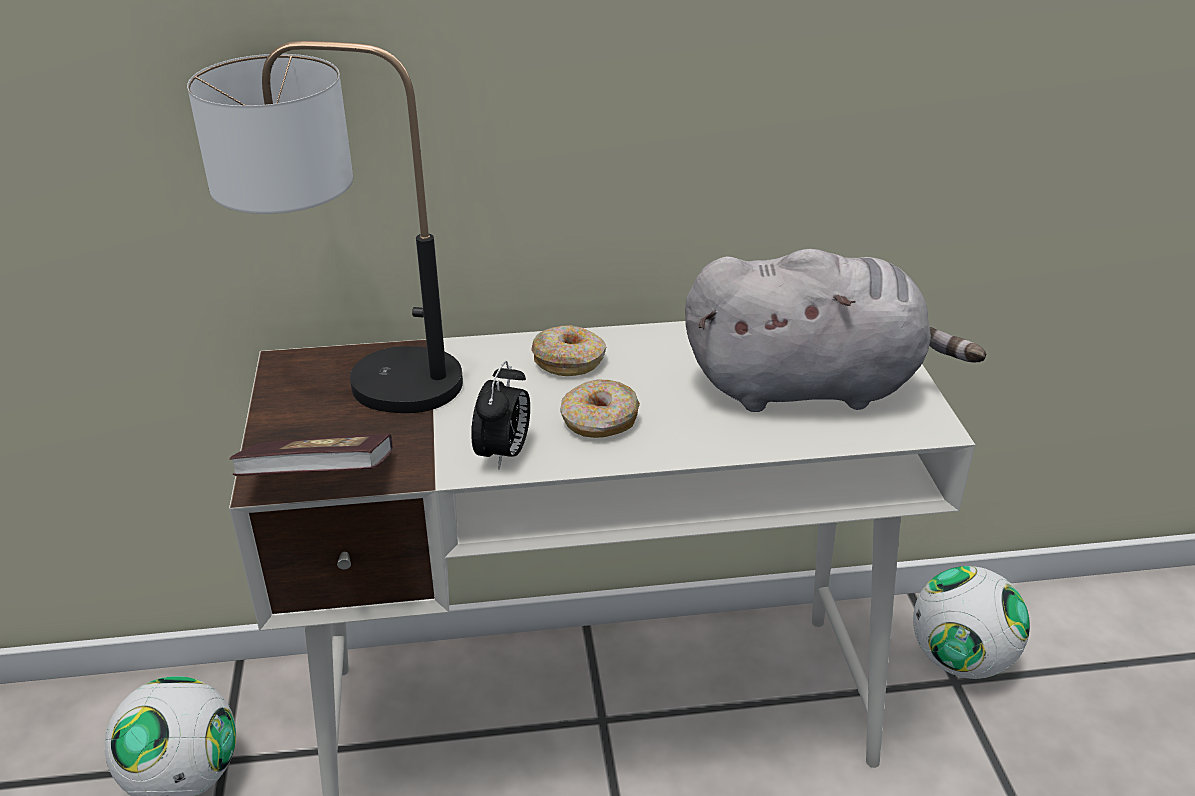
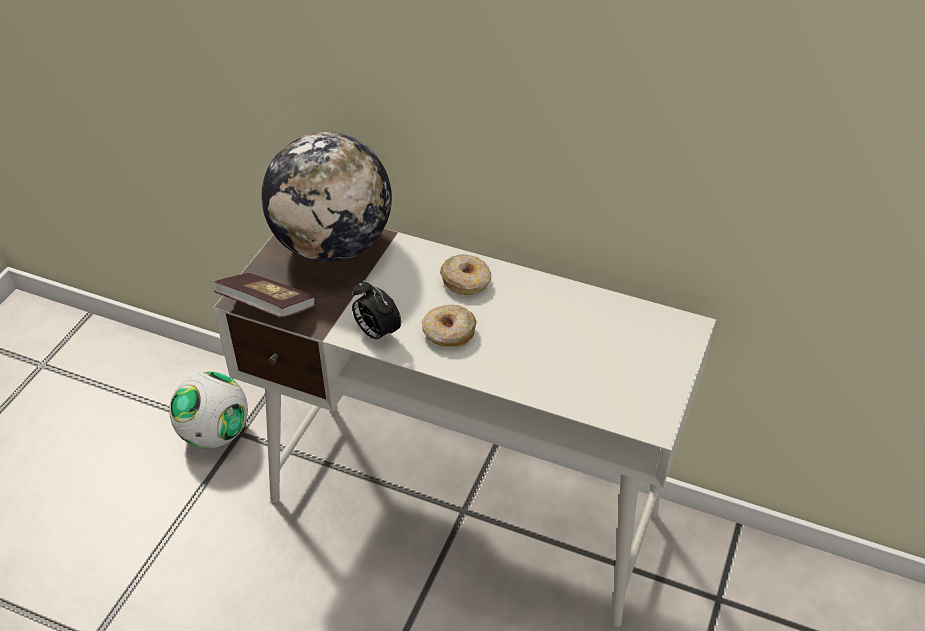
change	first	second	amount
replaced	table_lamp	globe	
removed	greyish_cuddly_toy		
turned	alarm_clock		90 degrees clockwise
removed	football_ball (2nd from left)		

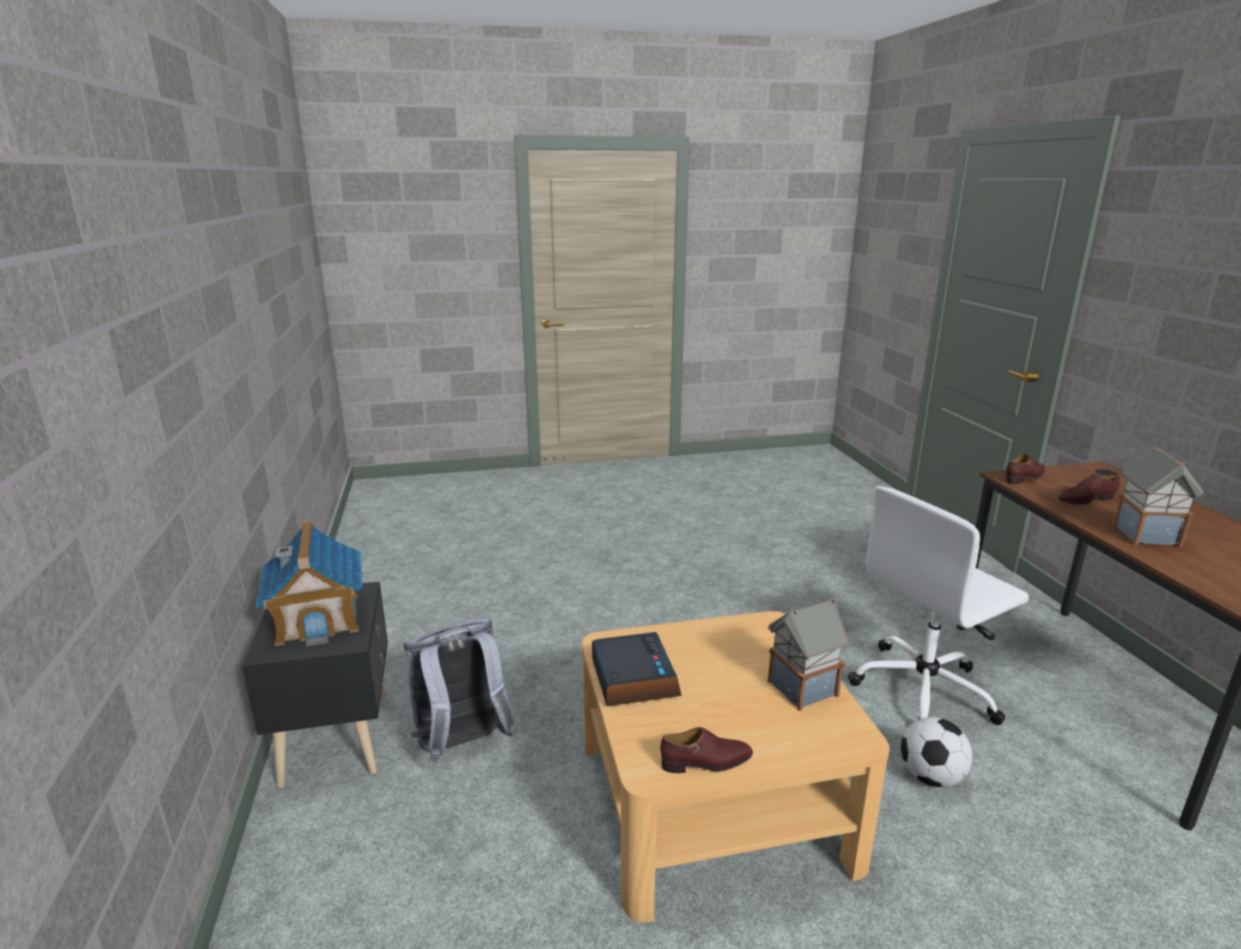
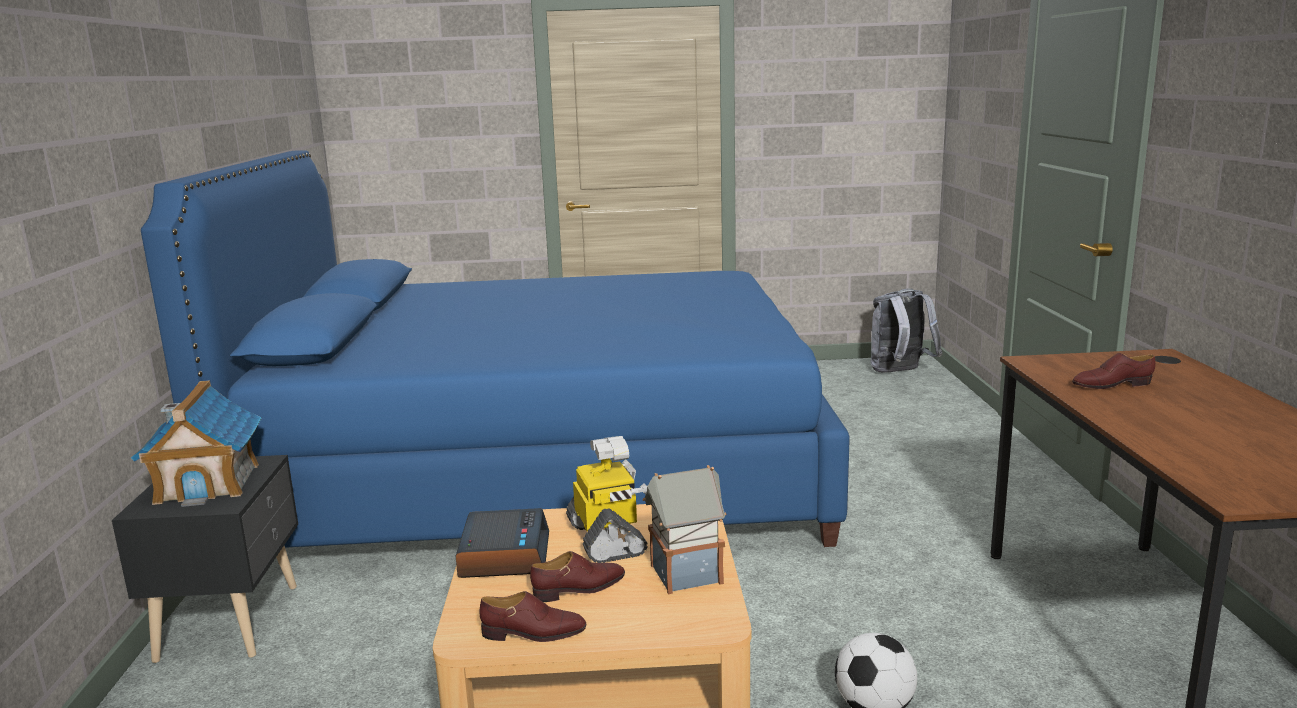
change	first	second	amount
removed	toy_house (3rd from left)		
moved	brown_low_shoe (2nd from left)		
removed	white_office_chair		
moved	greyish_rucksack		
added		bluish_bedroom_bed	
added		robot_figure	

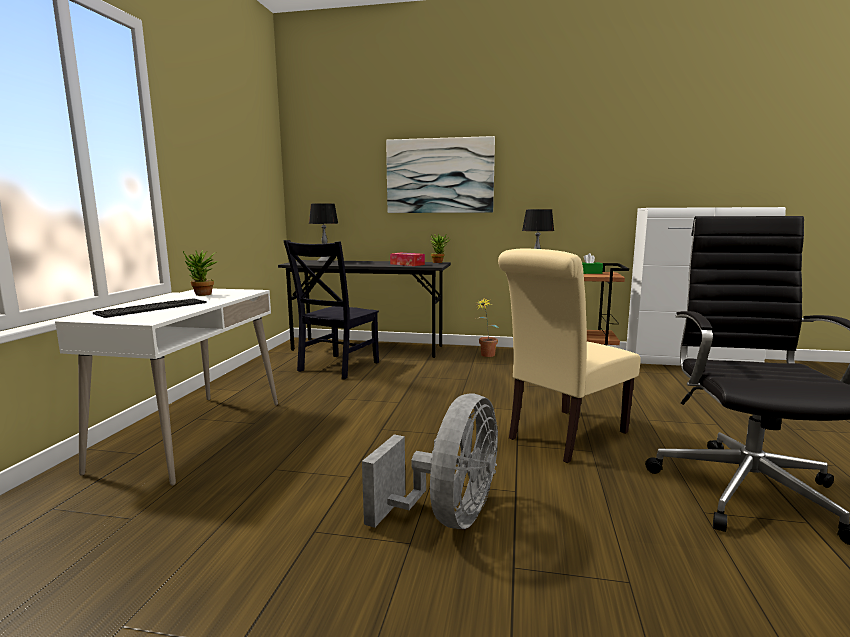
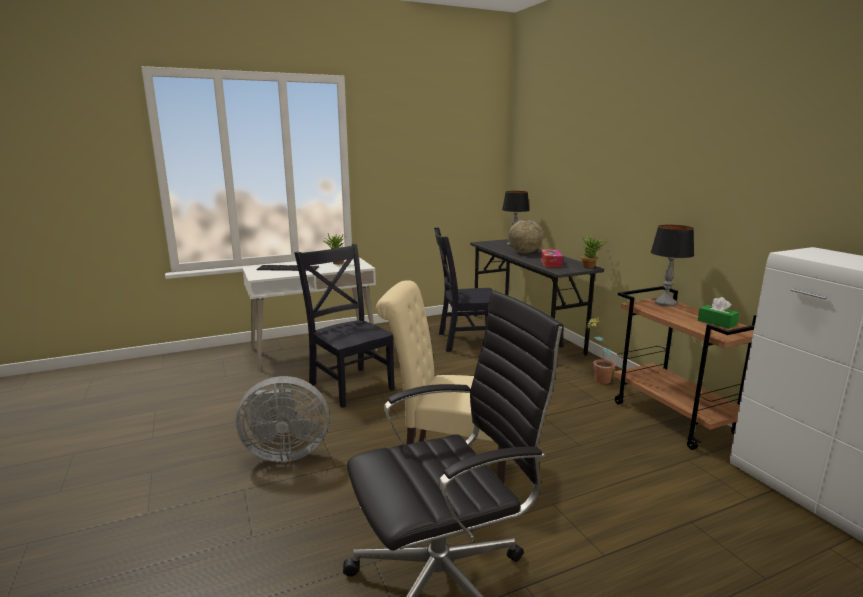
change	first	second	amount
removed	wall_picture		
added		globe	
added		black_plain_chair (1st from left)	

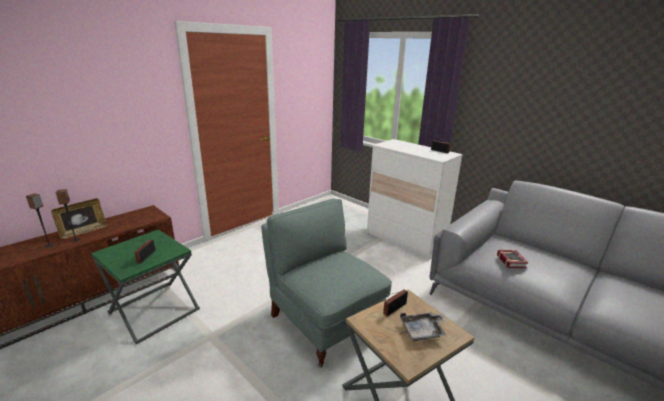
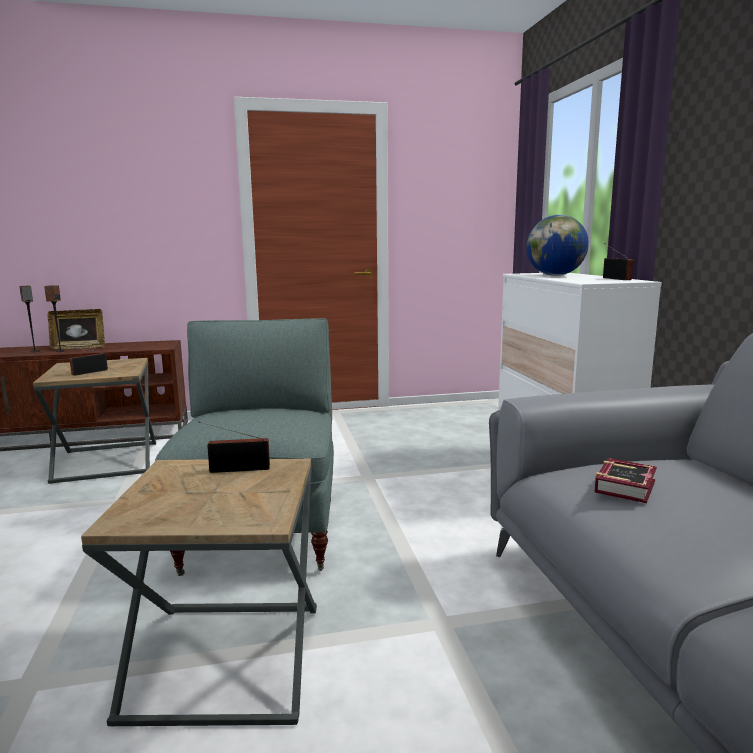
change	first	second	amount
recoloured	green_accent_table	brown_accent_table (1st from left)	
removed	greyish_tray		
added		globe	

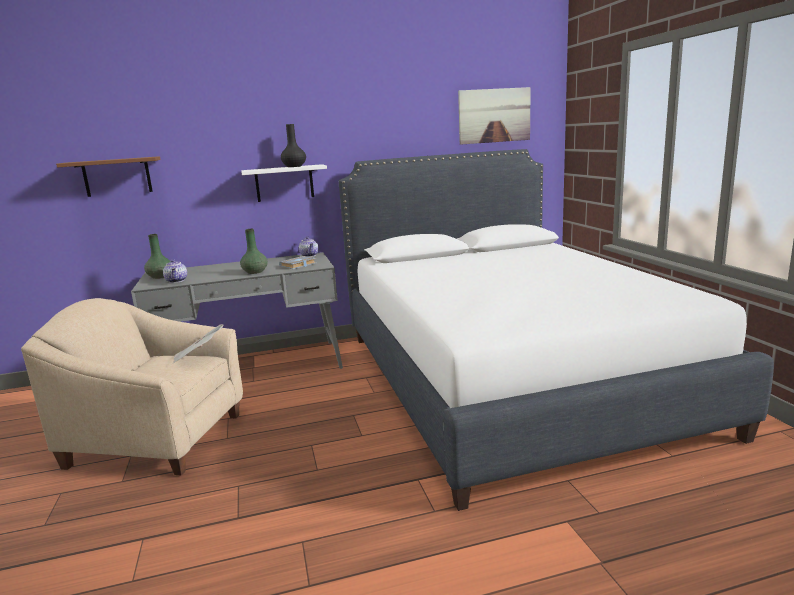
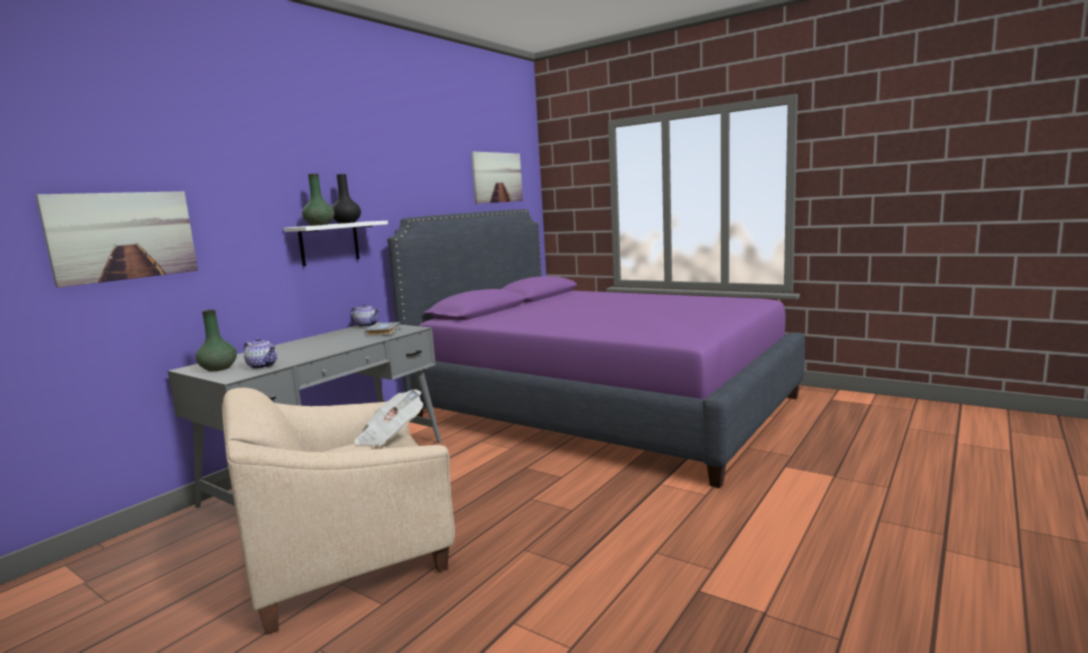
change	first	second	amount
recoloured	white_bedroom_bed	purple-coloured_bedroom_bed	
replaced	brown_bracket_shelf	wall_picture (1st from left)	
moved	green_decorative_vase (2nd from left)		

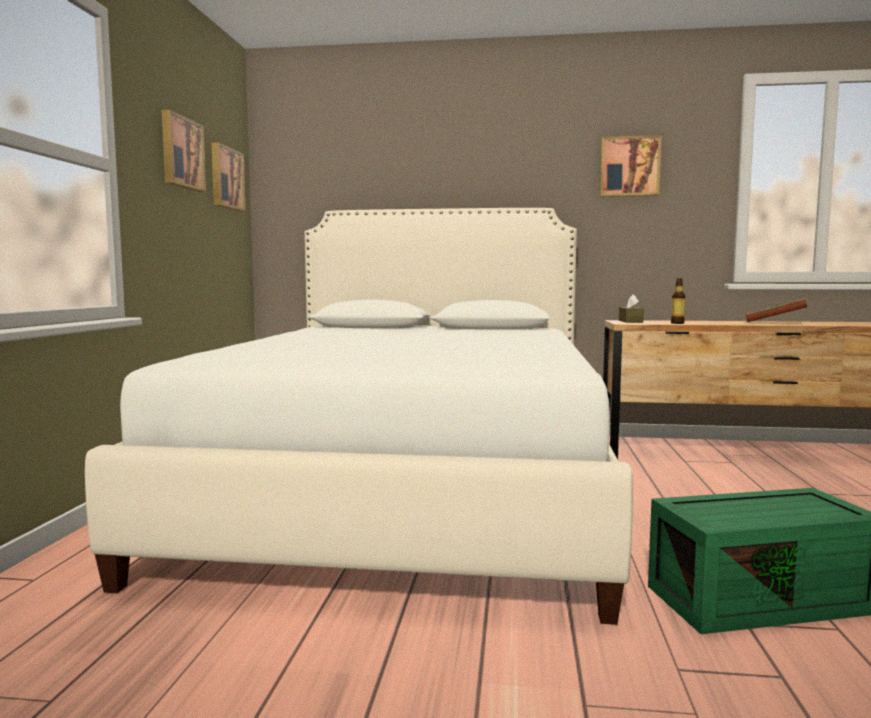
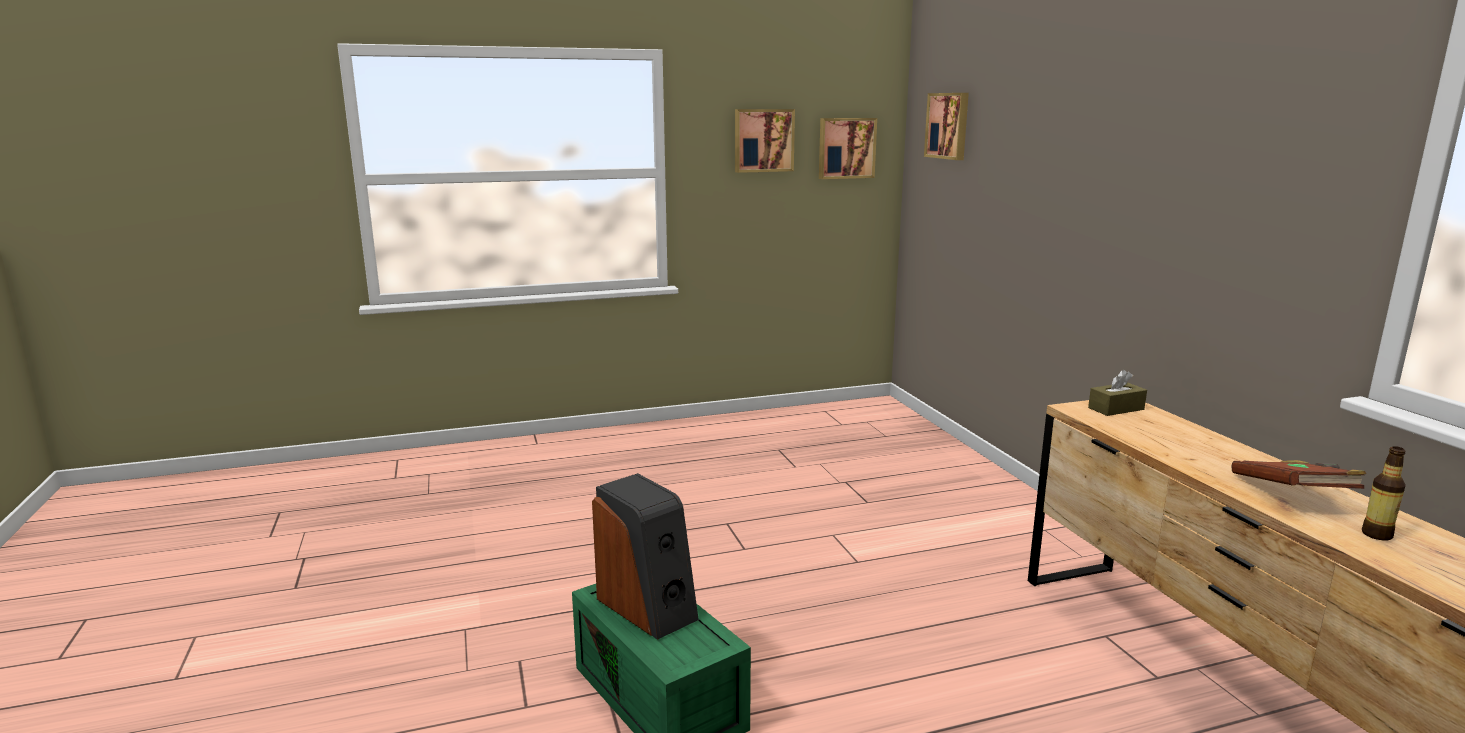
change	first	second	amount
moved	wall_picture (3rd from left)		
removed	white_bedroom_bed		
moved	beverage_bottle		
added		loudspeaker	

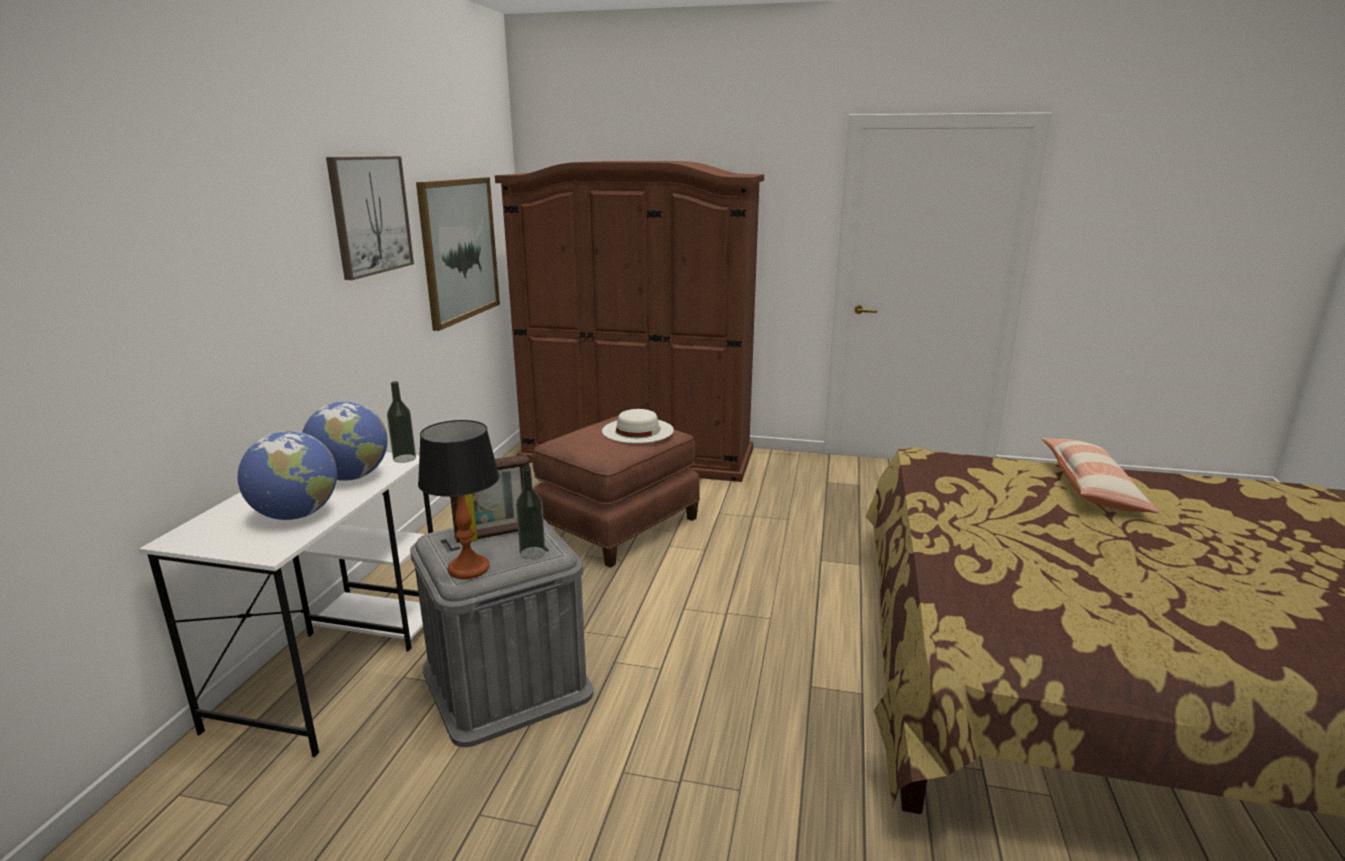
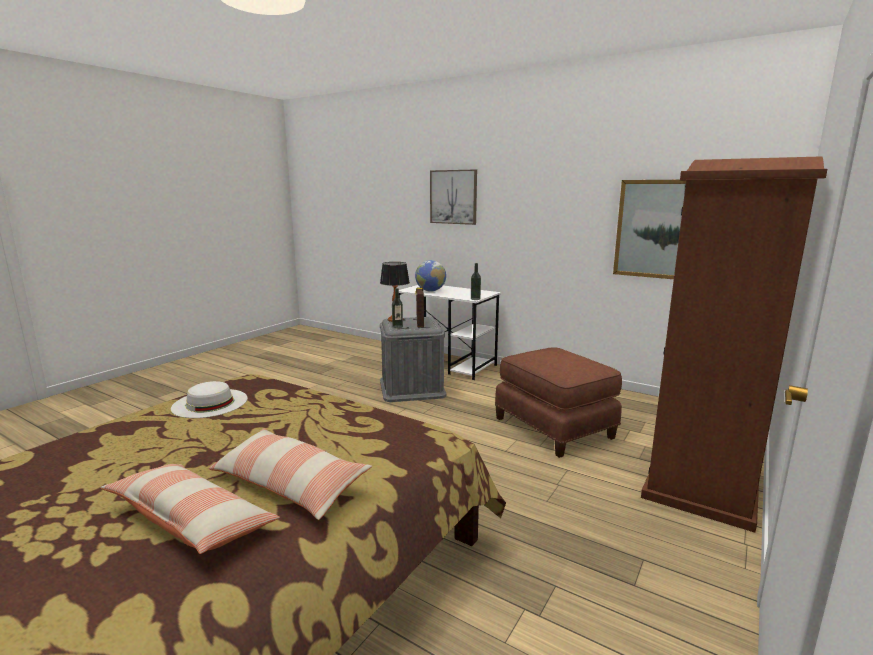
change	first	second	amount
moved	wall_picture (1st from left)		
removed	globe (2nd from left)		
moved	white_clothing_hat		
added		cushion (1st from left)	

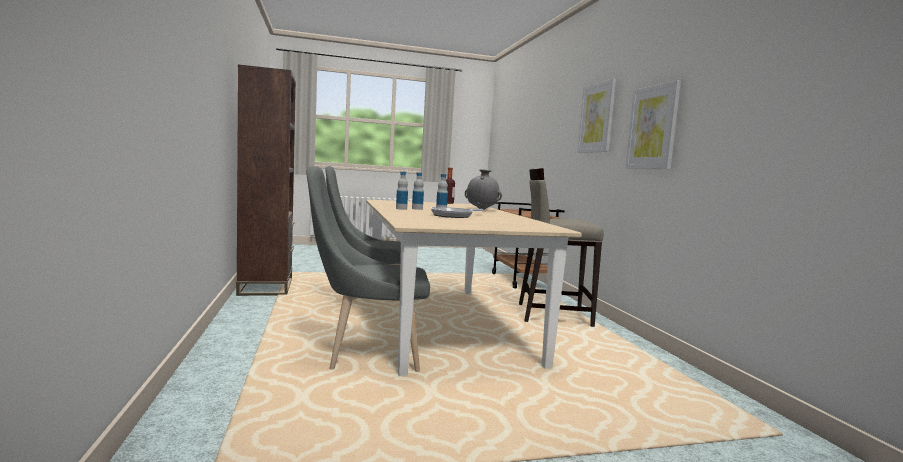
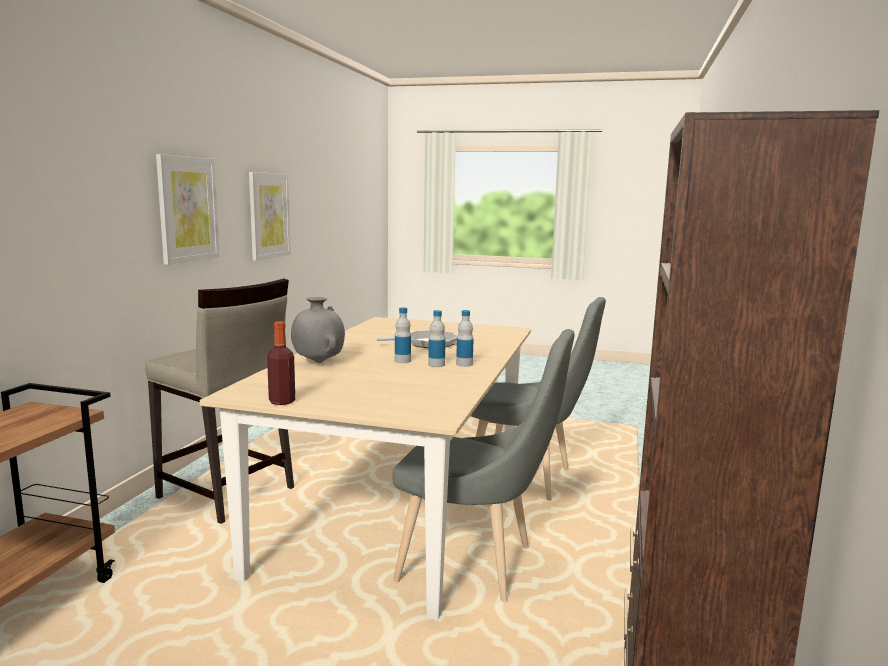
change	first	second	amount
moved	wall_picture (1st from left in the first image)	wall_picture (2nd from left)	

